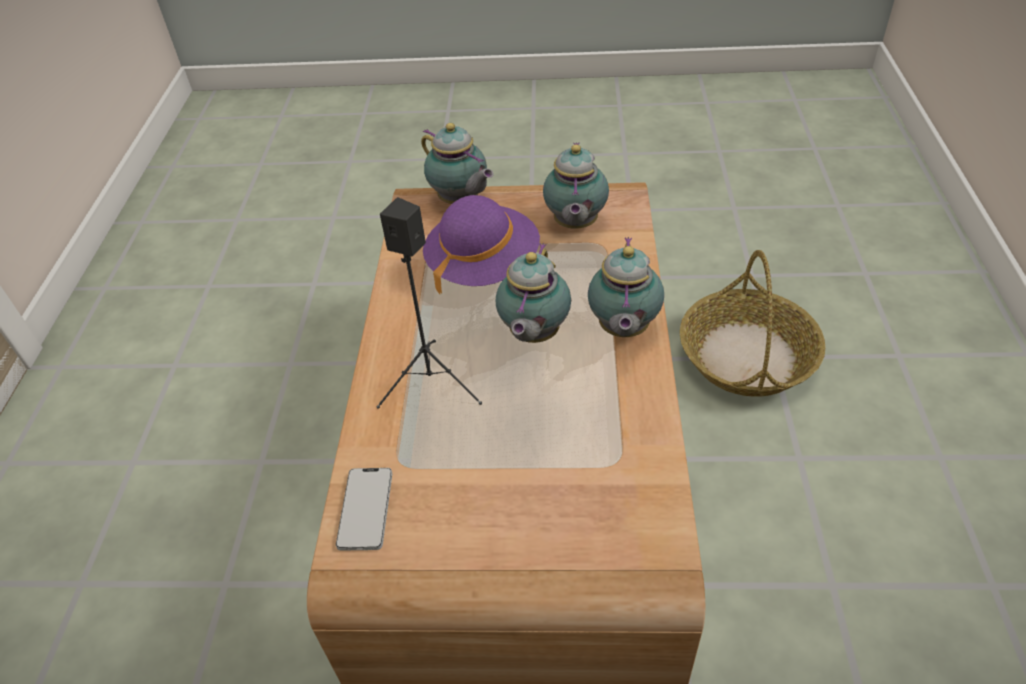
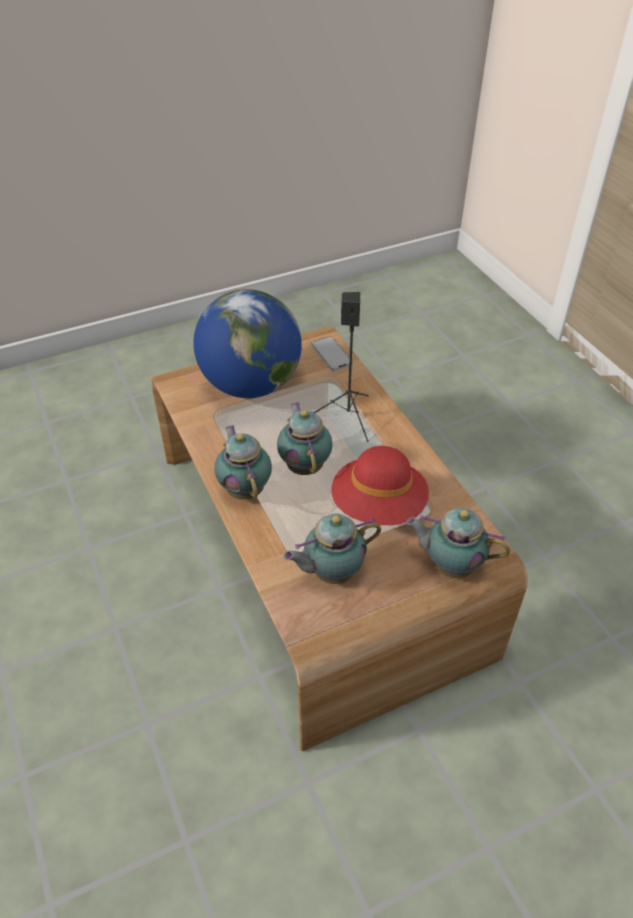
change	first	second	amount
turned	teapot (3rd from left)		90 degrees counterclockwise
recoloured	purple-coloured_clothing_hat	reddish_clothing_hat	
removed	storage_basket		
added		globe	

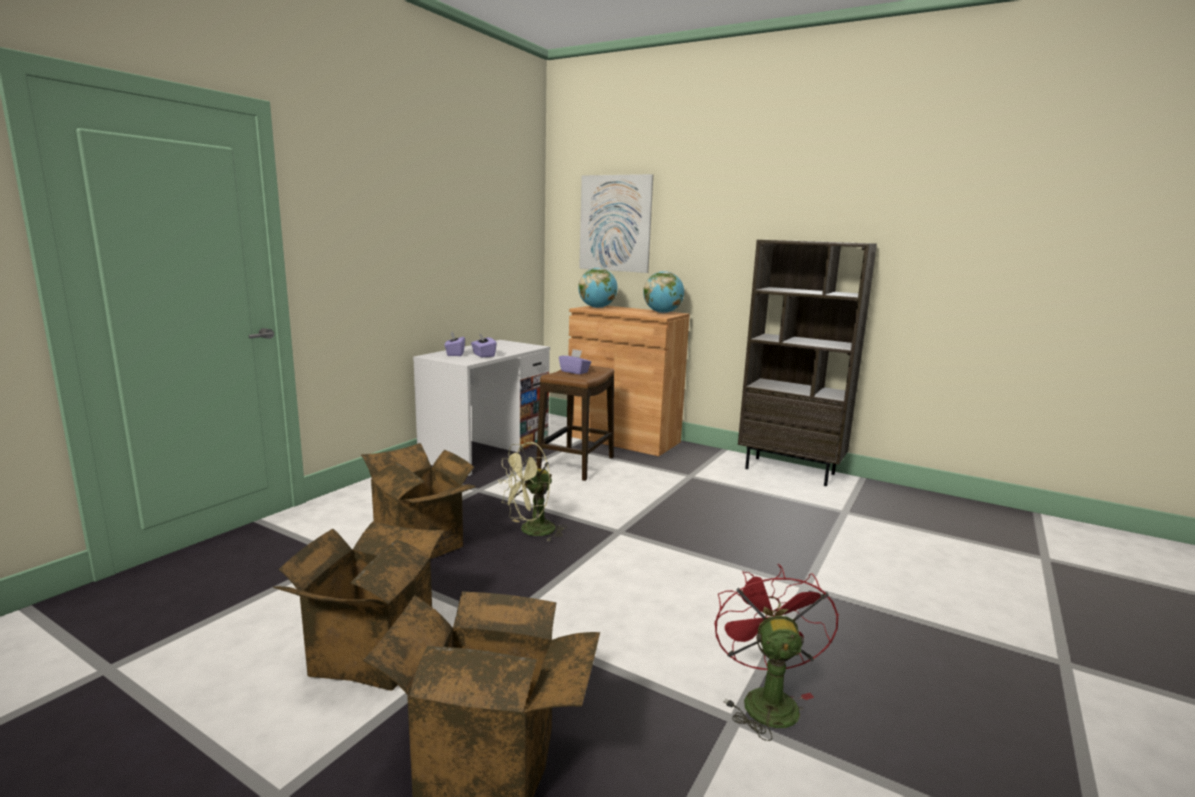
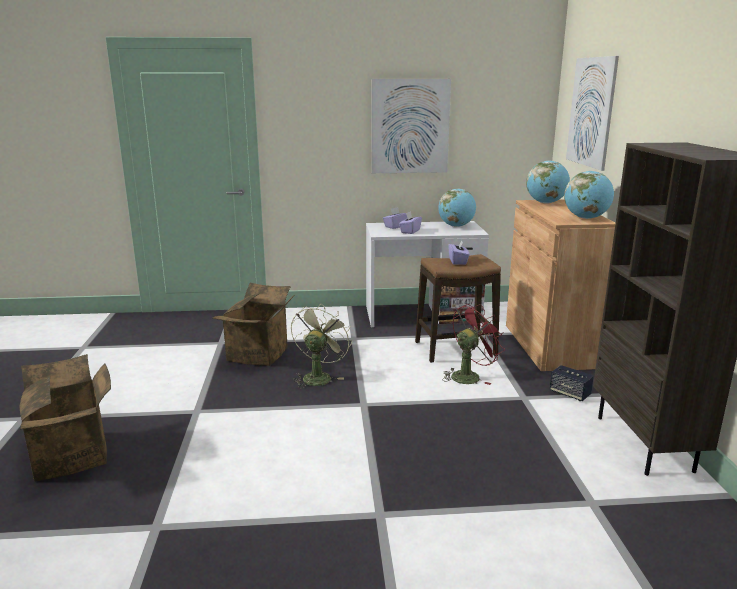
change	first	second	amount
turned	green_fan		90 degrees clockwise
removed	carton (1st from left)		
moved	reddish_fan		
added		wall_picture (1st from left)	
added		globe (1st from left)	
added		loudspeaker	

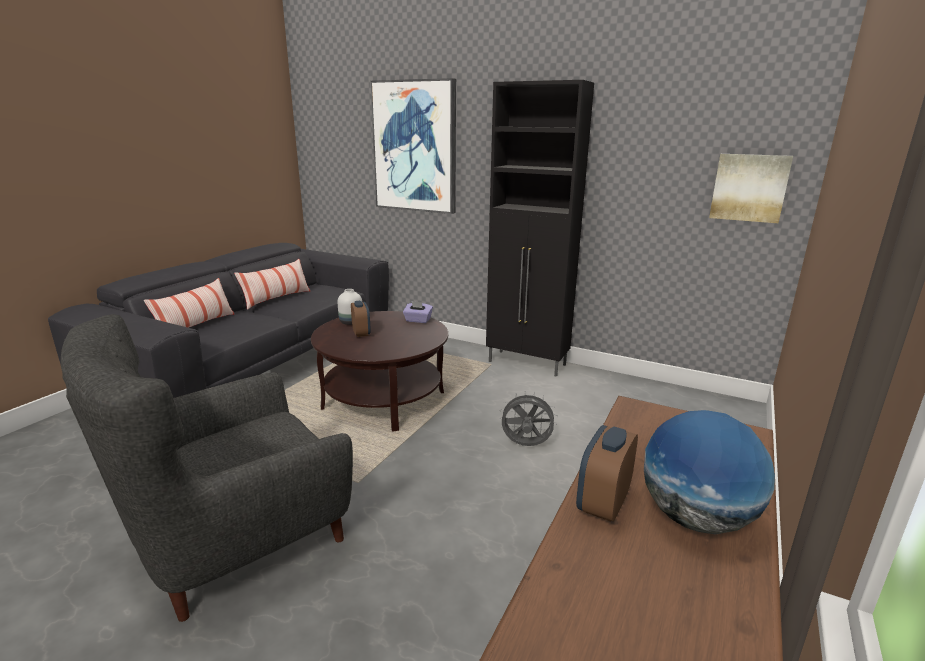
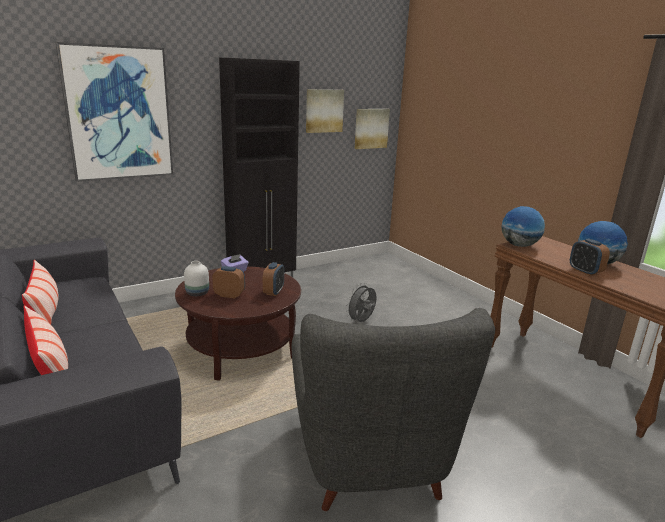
change	first	second	amount
added		wall_picture (2nd from left)	
added		globe (1st from left)	
added		alarm_clock (2nd from left)	

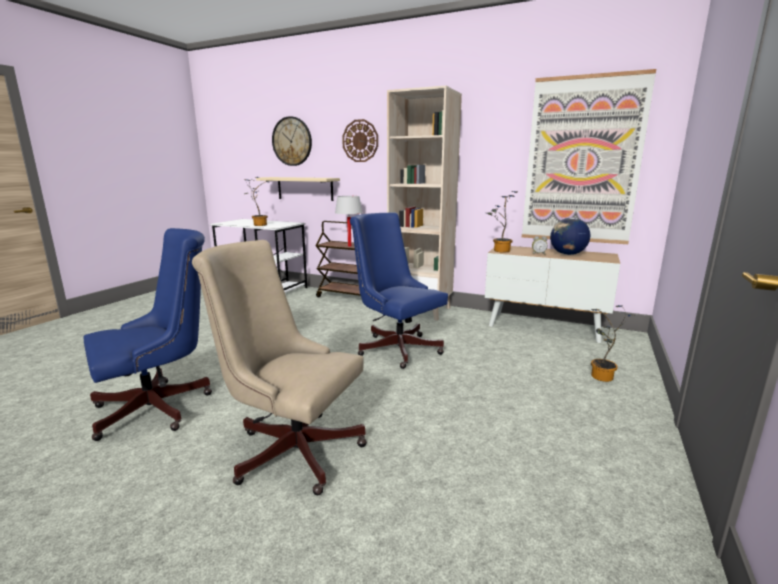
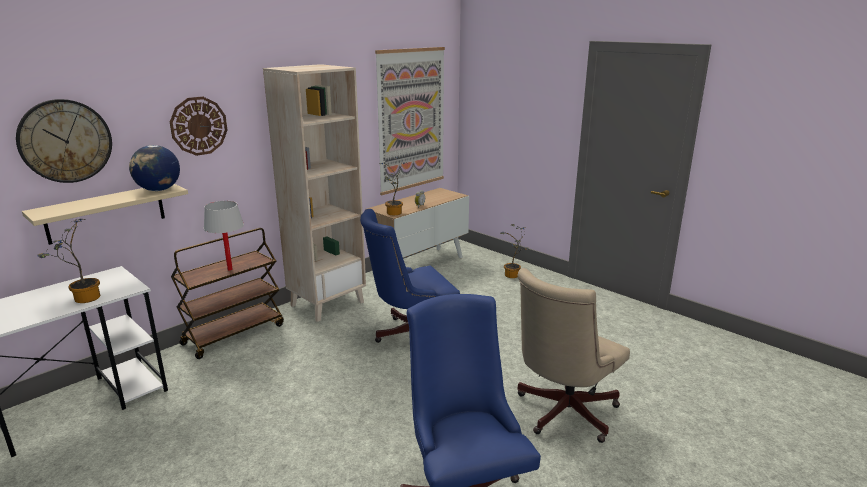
change	first	second	amount
moved	globe		

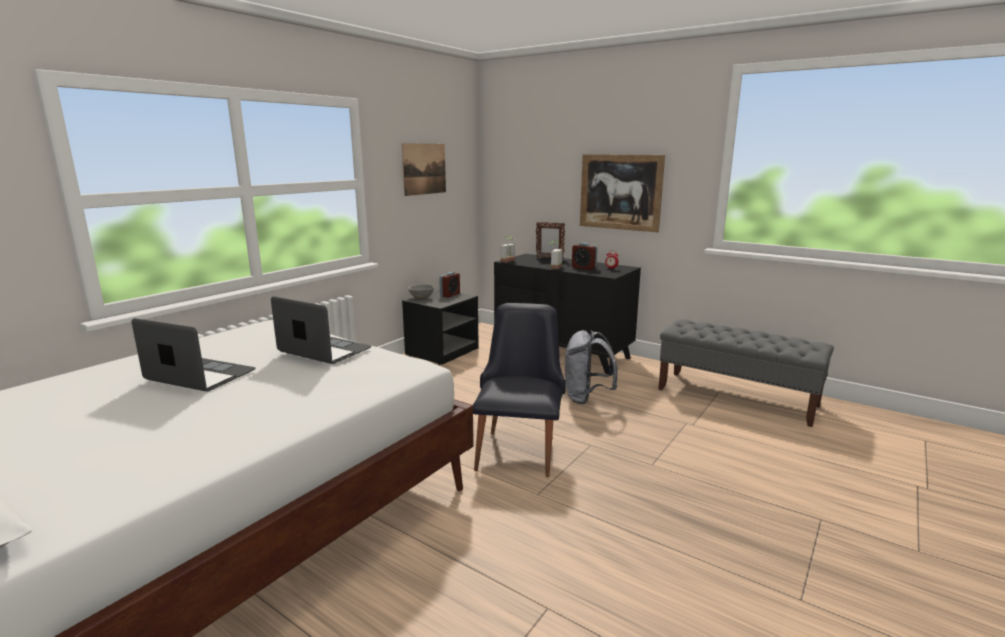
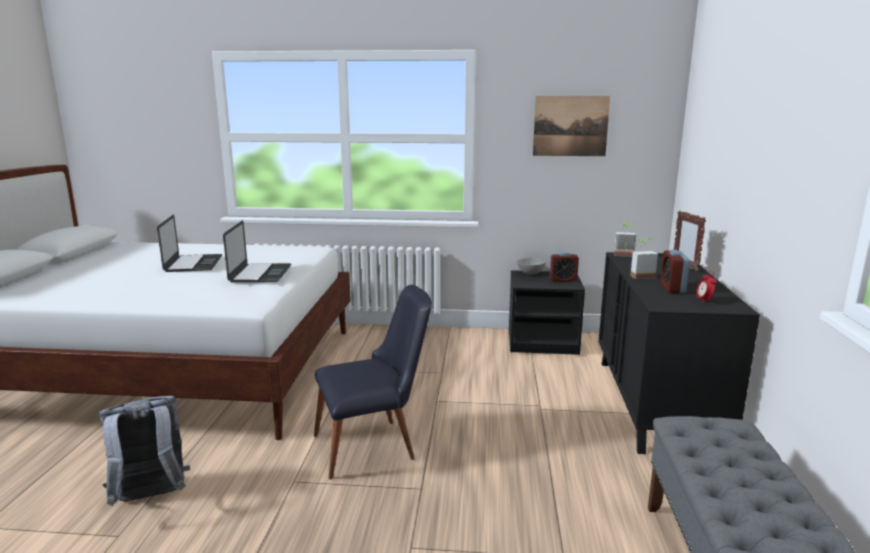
change	first	second	amount
removed	wall_picture (2nd from left)		
moved	greyish_rucksack		

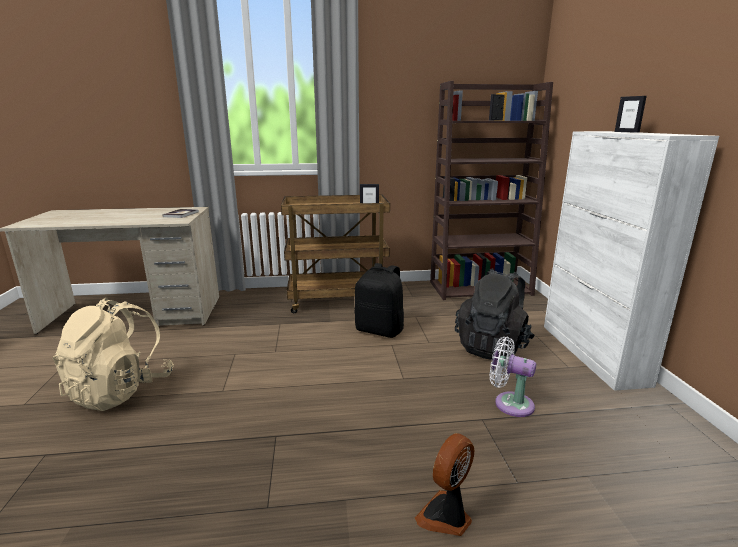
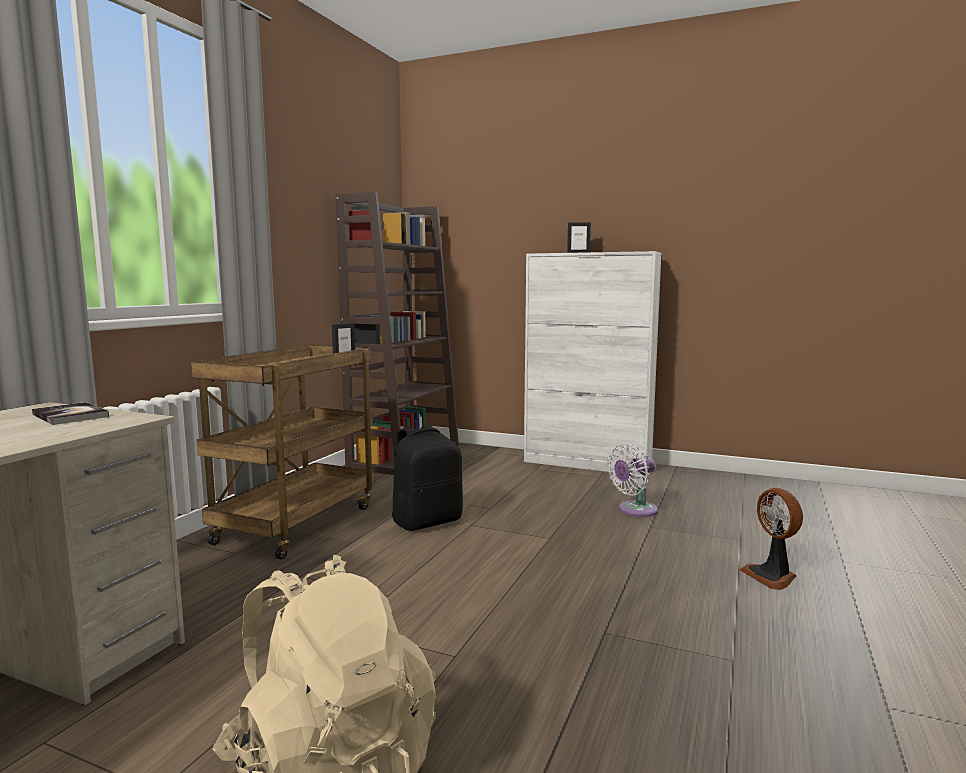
change	first	second	amount
removed	black_rucksack (2nd from left)		

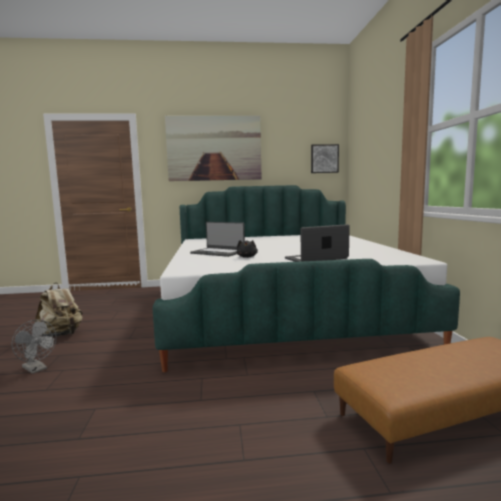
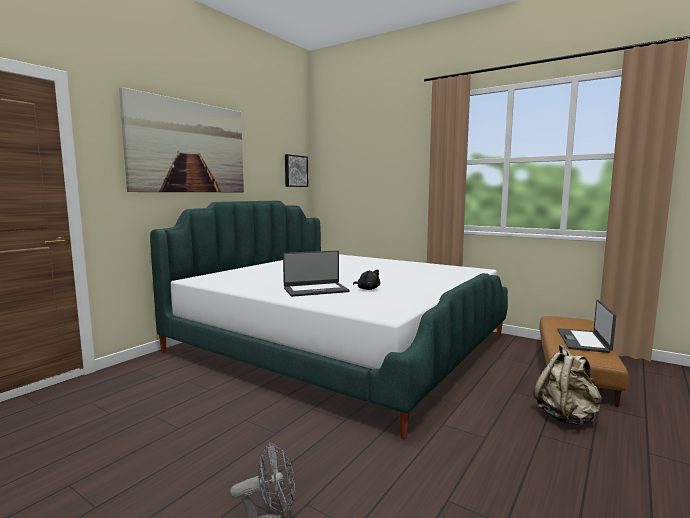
change	first	second	amount
moved	portable_computer (2nd from left)		
moved	beige_rucksack		

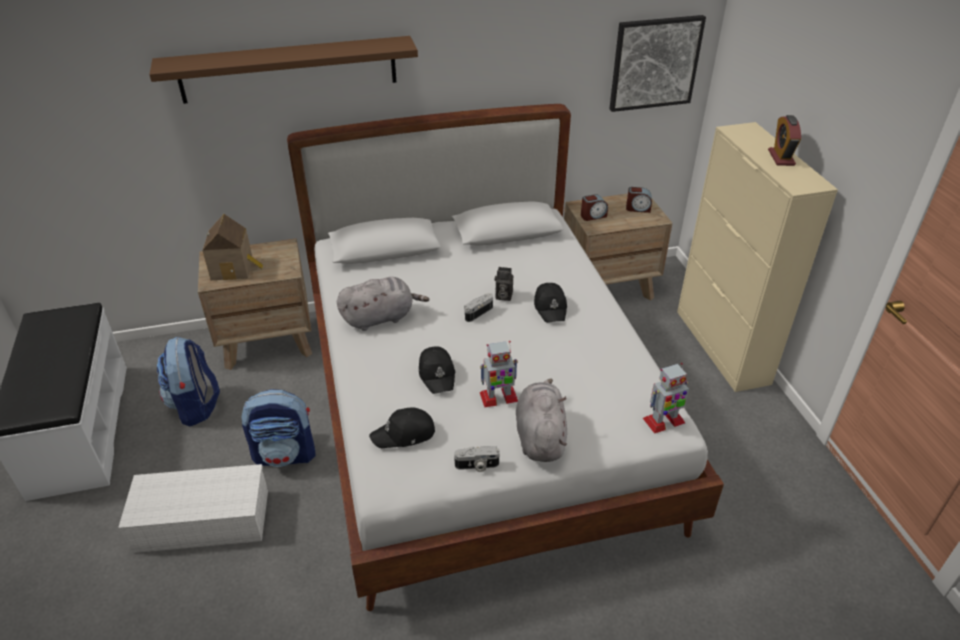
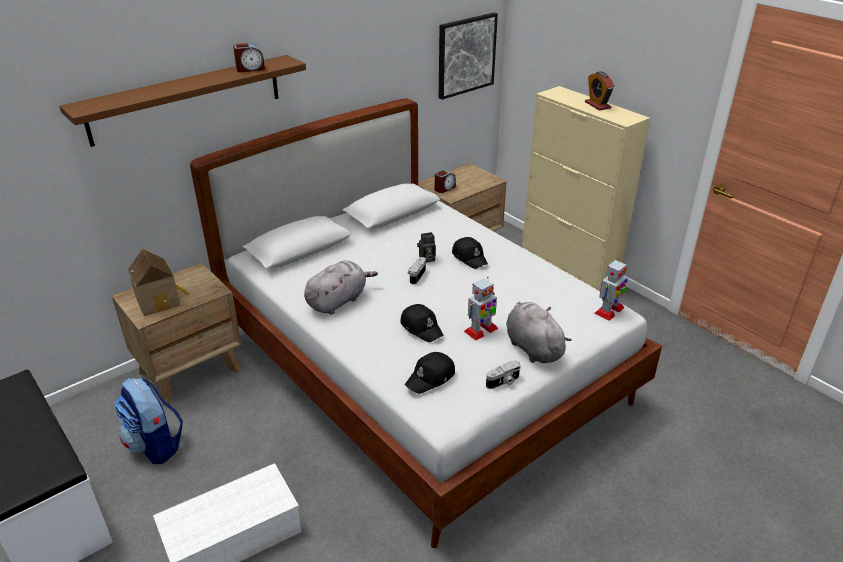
change	first	second	amount
moved	alarm_clock (2nd from left in the first image)	alarm_clock (1st from left)	
removed	rucksack (2nd from left)		

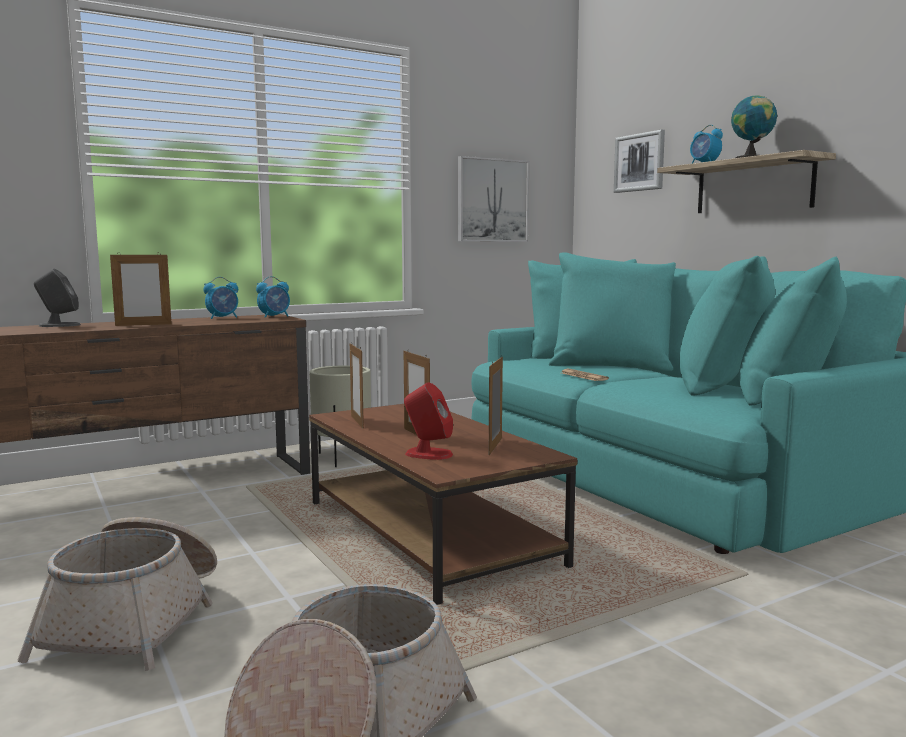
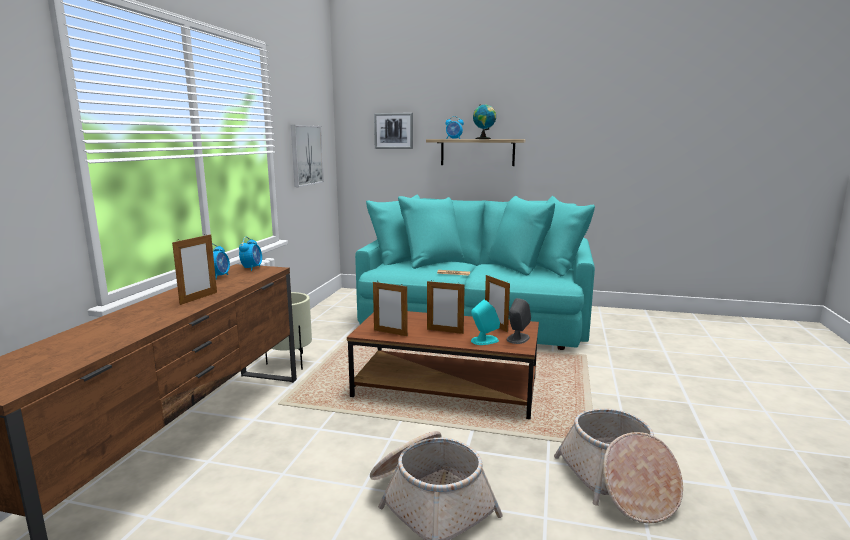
change	first	second	amount
moved	greyish_loudspeaker		
recoloured	reddish_loudspeaker	blue-green_loudspeaker	

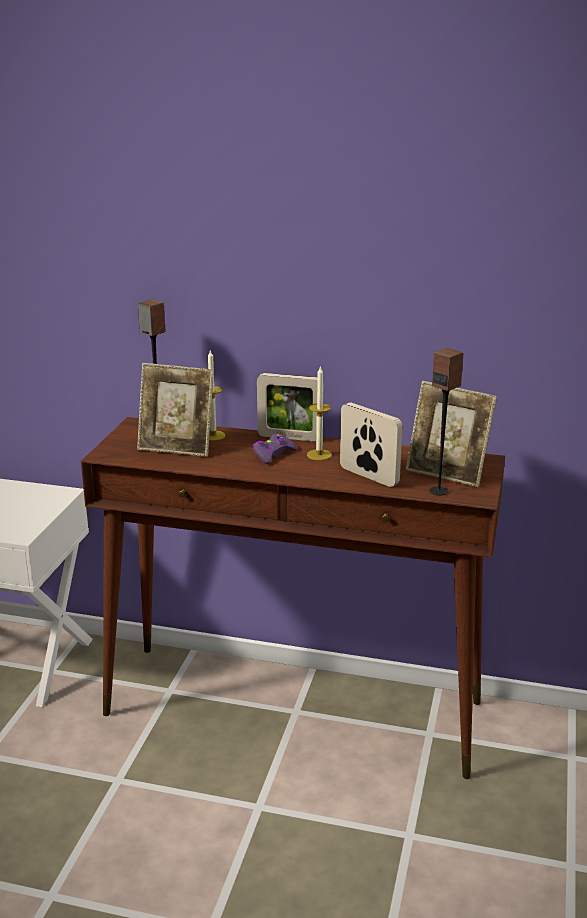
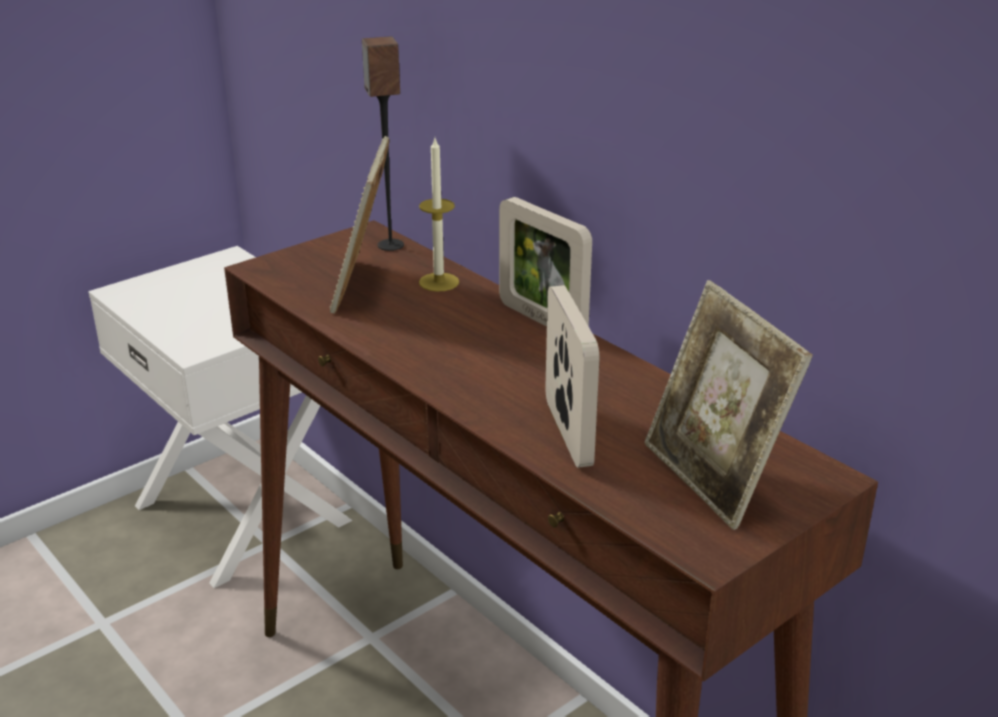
change	first	second	amount
removed	loudspeaker (2nd from left)		
turned	photo_frame (1st from left)		45 degrees clockwise
removed	wax_light (2nd from left)		
removed	purple-coloured_gamepad		

